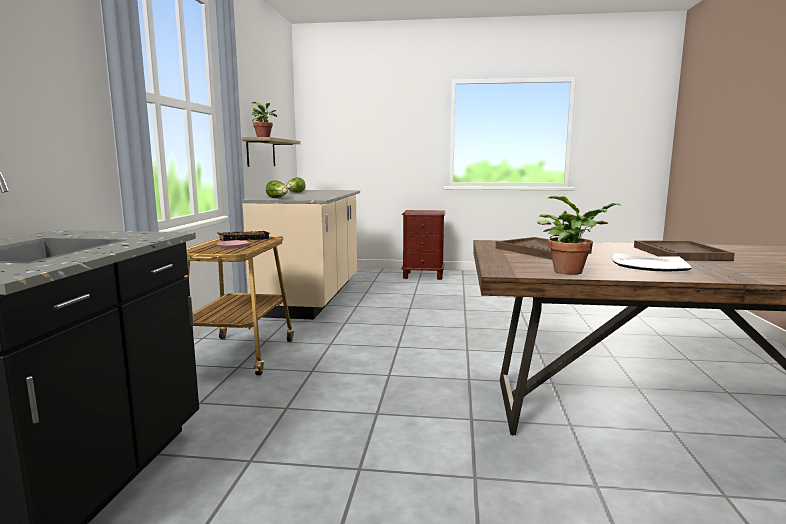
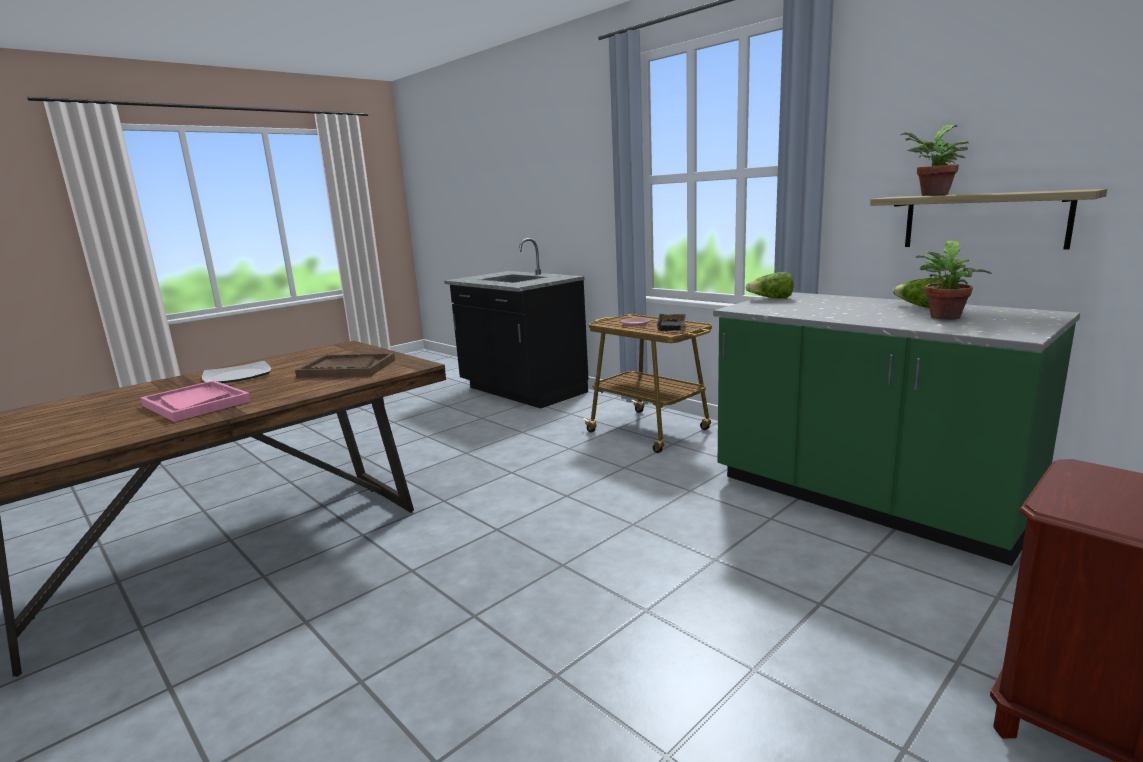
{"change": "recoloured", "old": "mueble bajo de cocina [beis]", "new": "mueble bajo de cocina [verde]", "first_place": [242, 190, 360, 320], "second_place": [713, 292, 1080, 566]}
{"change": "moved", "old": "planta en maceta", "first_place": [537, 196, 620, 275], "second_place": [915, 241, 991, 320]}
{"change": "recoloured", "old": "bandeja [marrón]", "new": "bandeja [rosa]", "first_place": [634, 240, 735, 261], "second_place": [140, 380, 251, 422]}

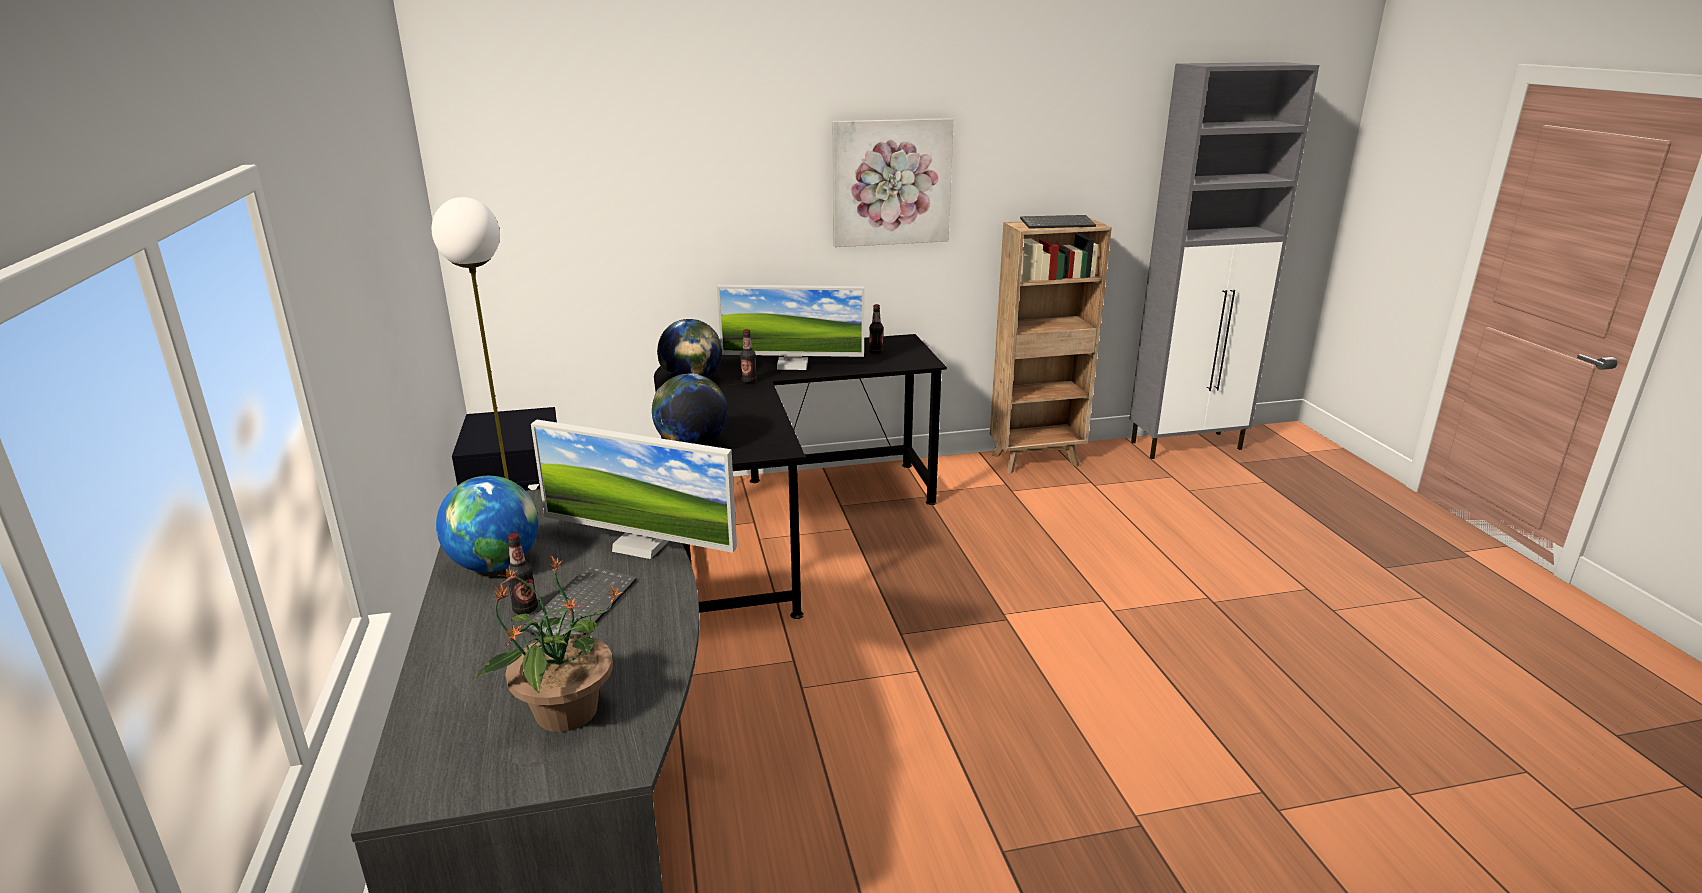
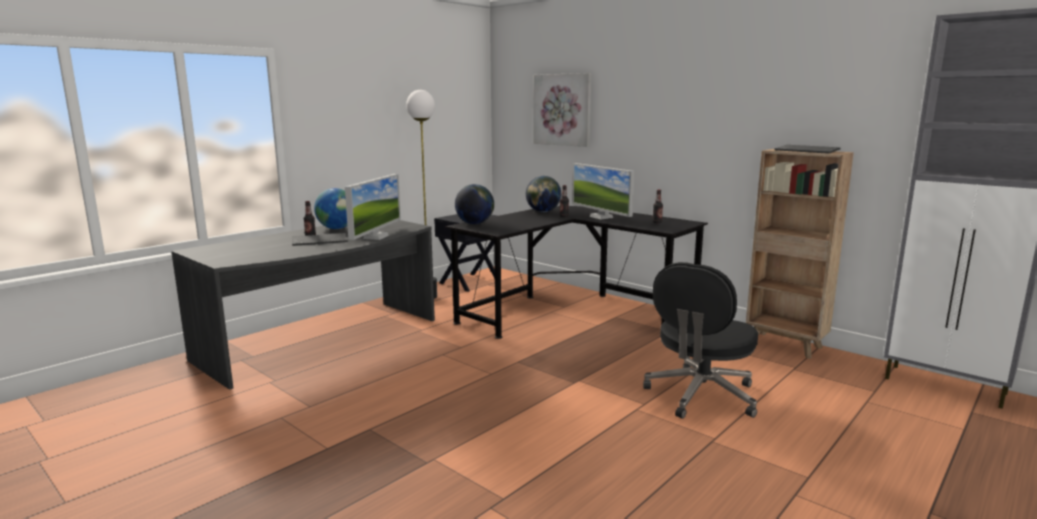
{"change": "removed", "old": "planta en maceta", "first_place": [475, 555, 623, 732]}
{"change": "turned", "old": "monitor", "first_place": [531, 420, 737, 559], "second_place": [345, 174, 401, 240], "degrees": -150}
{"change": "moved", "old": "cuadro", "first_place": [832, 118, 954, 247], "second_place": [533, 73, 591, 147]}
{"change": "added", "new": "silla de oficina [negro]", "second_place": [643, 262, 758, 419]}

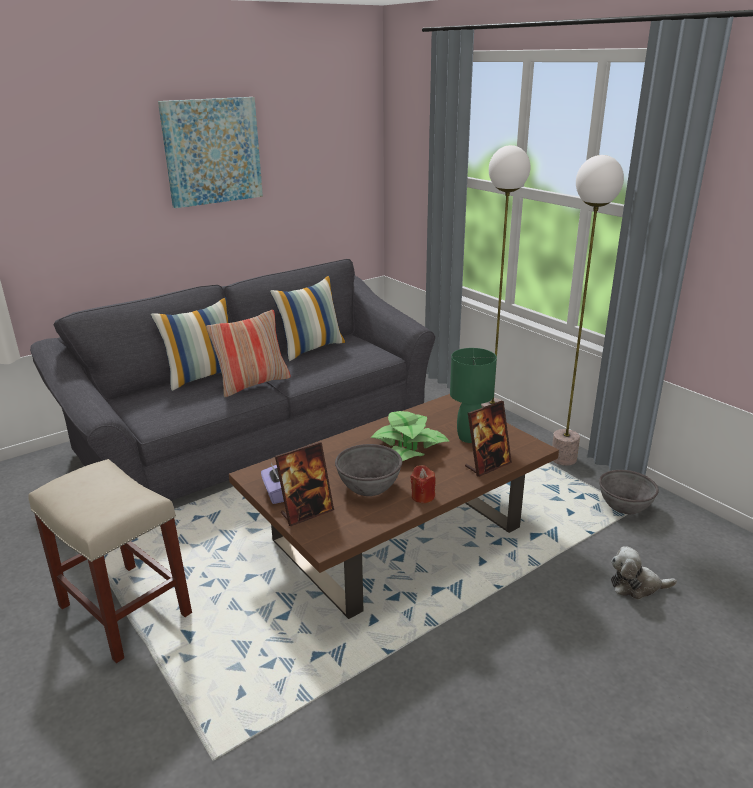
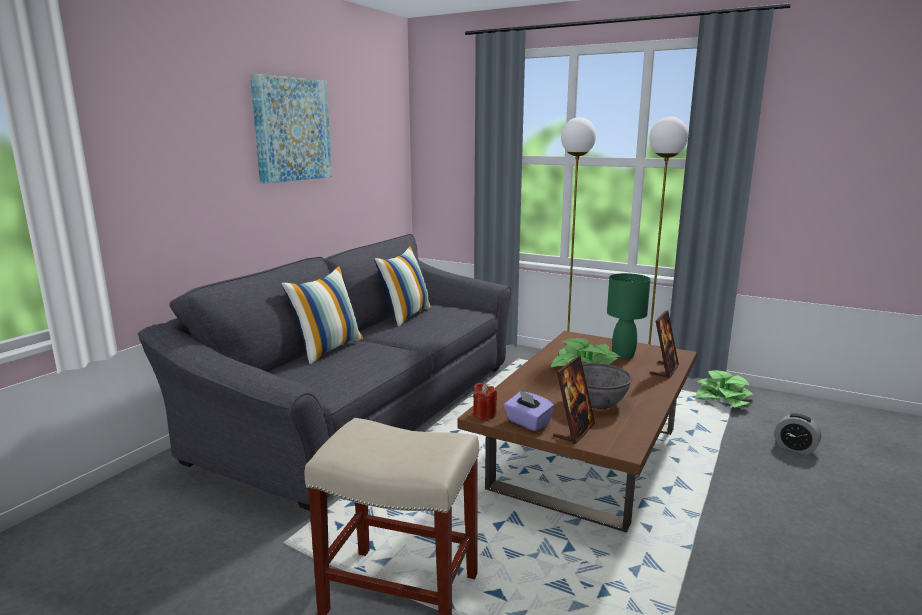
{"change": "removed", "old": "cojín", "first_place": [206, 310, 291, 397]}
{"change": "moved", "old": "vela [rojo]", "first_place": [410, 465, 436, 503], "second_place": [473, 383, 497, 420]}
{"change": "replaced", "old": "cuenco [gris]", "new": "planta en maceta", "first_place": [599, 470, 659, 514], "second_place": [696, 370, 754, 408]}
{"change": "replaced", "old": "peluche", "new": "despertador", "first_place": [611, 546, 677, 600], "second_place": [775, 413, 821, 455]}

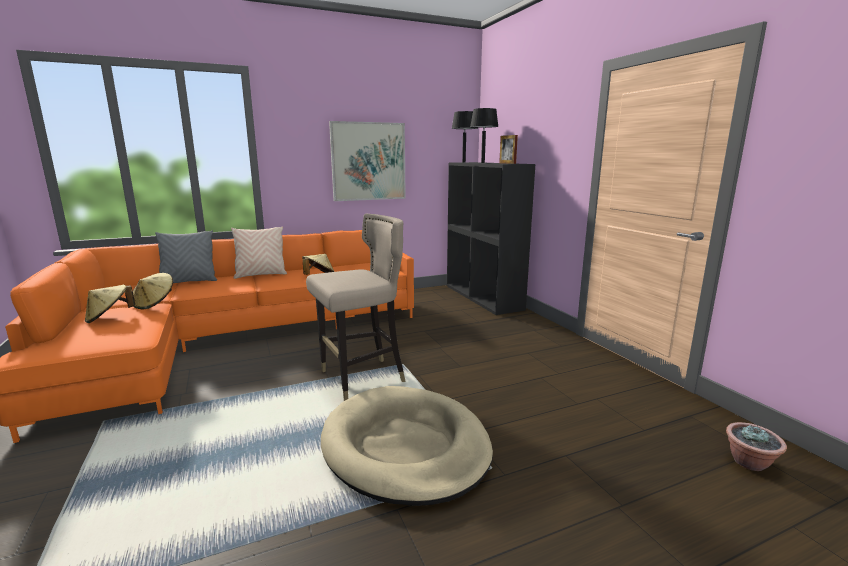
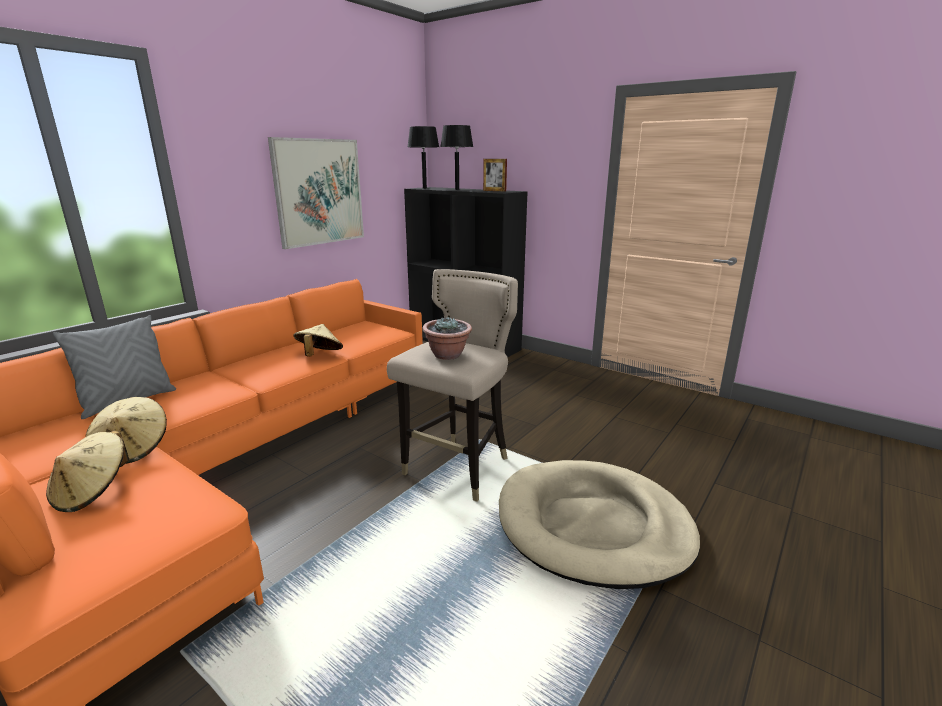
{"change": "removed", "old": "cojín [beis]", "first_place": [231, 226, 287, 279]}
{"change": "moved", "old": "planta en maceta", "first_place": [726, 422, 787, 471], "second_place": [423, 317, 472, 360]}

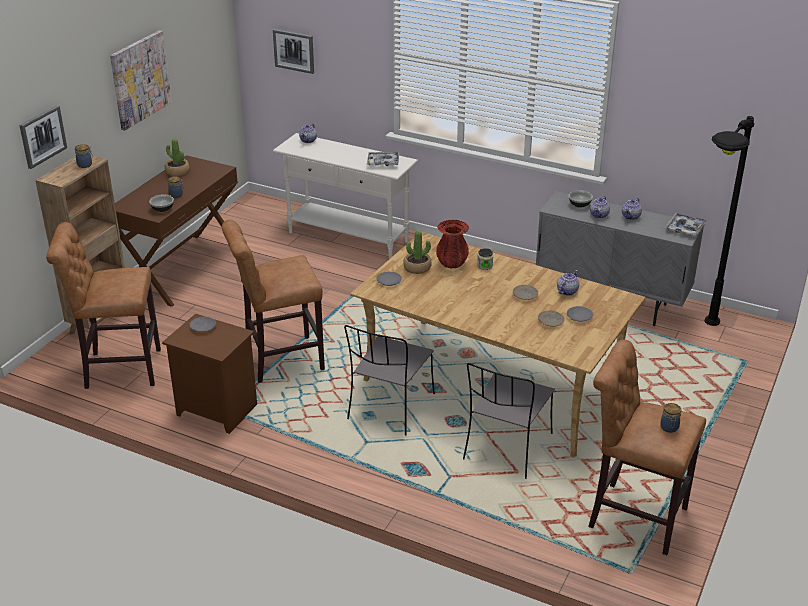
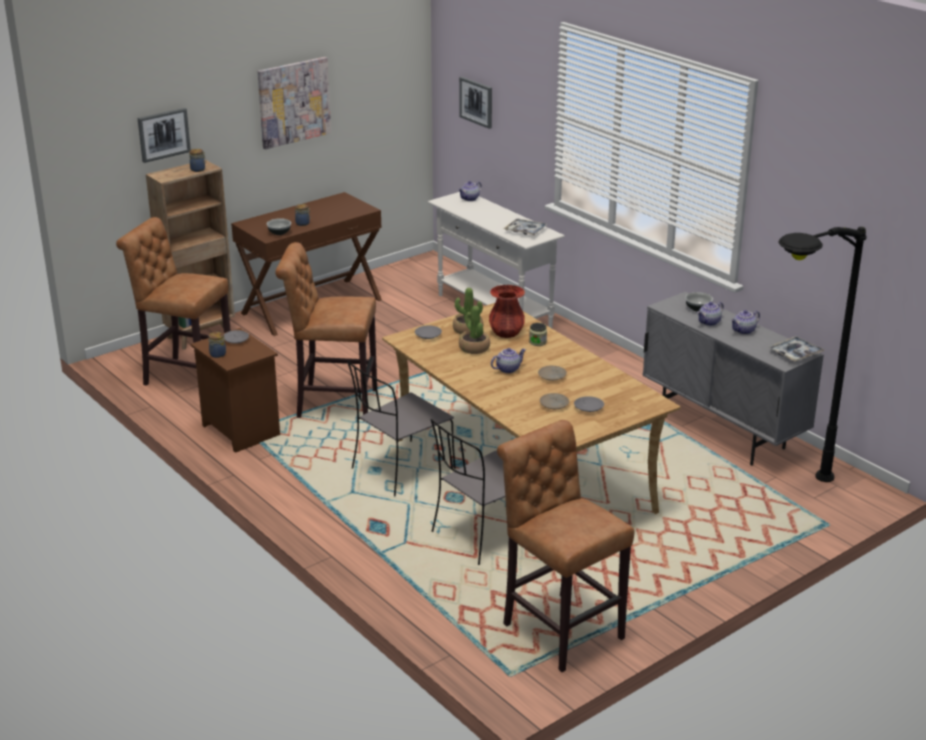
{"change": "moved", "old": "planta en maceta", "first_place": [165, 138, 189, 176], "second_place": [459, 306, 490, 354]}
{"change": "moved", "old": "tetera", "first_place": [557, 270, 579, 295], "second_place": [491, 348, 526, 373]}
{"change": "moved", "old": "tarro", "first_place": [660, 403, 681, 433], "second_place": [208, 332, 226, 358]}

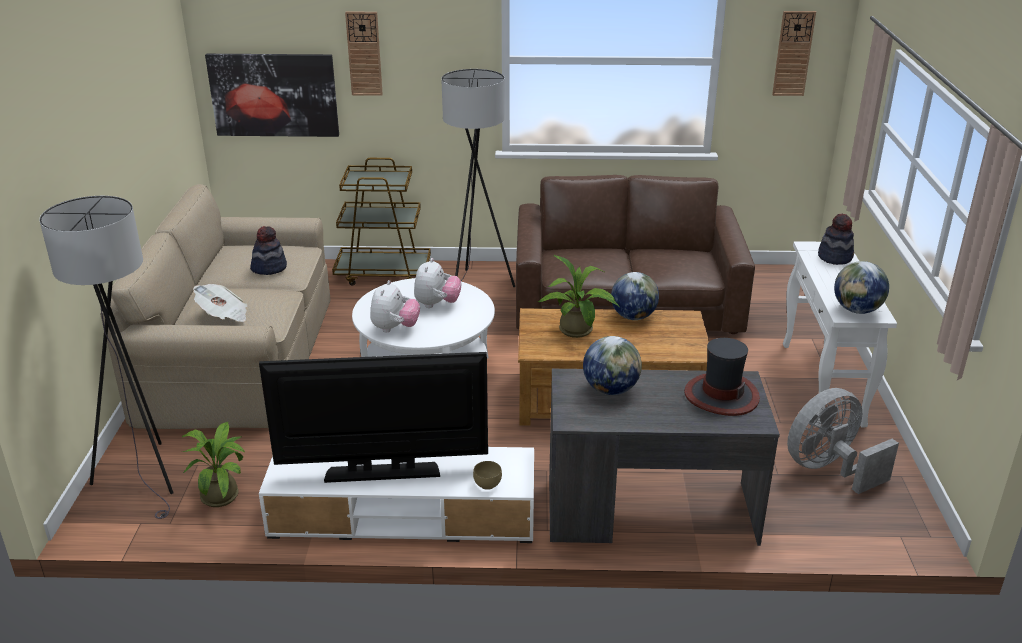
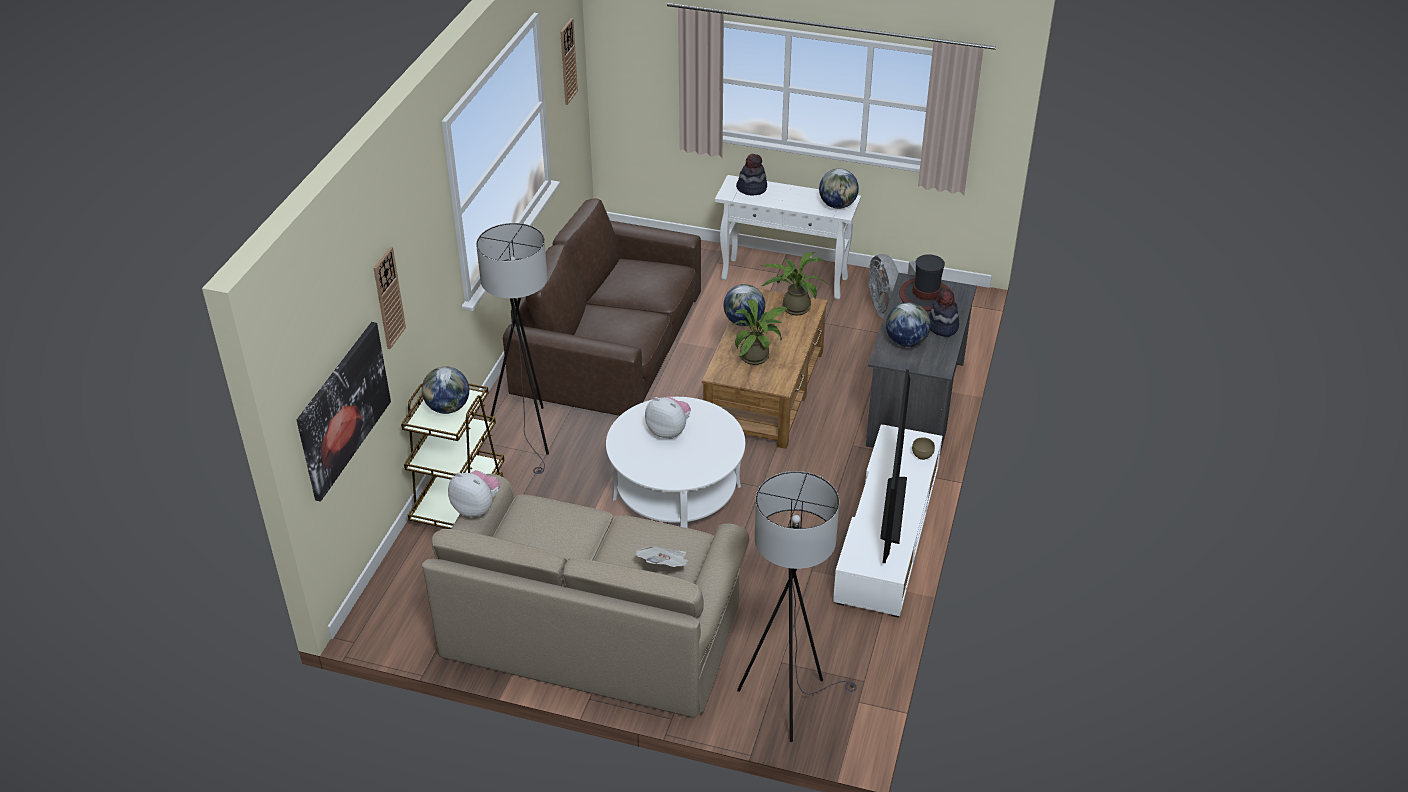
{"change": "moved", "old": "planta en maceta", "first_place": [182, 422, 245, 507], "second_place": [761, 252, 829, 315]}
{"change": "moved", "old": "sombrero", "first_place": [250, 226, 287, 275], "second_place": [929, 289, 959, 337]}
{"change": "moved", "old": "peluche", "first_place": [370, 280, 420, 333], "second_place": [448, 470, 500, 517]}
{"change": "added", "new": "globo terráqueo", "second_place": [422, 366, 469, 414]}

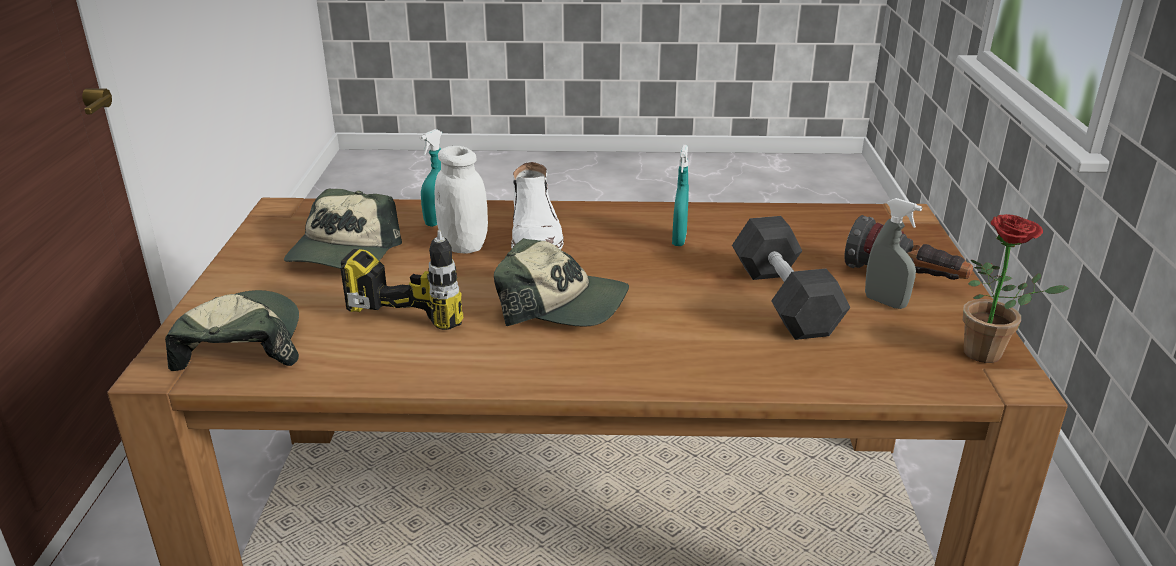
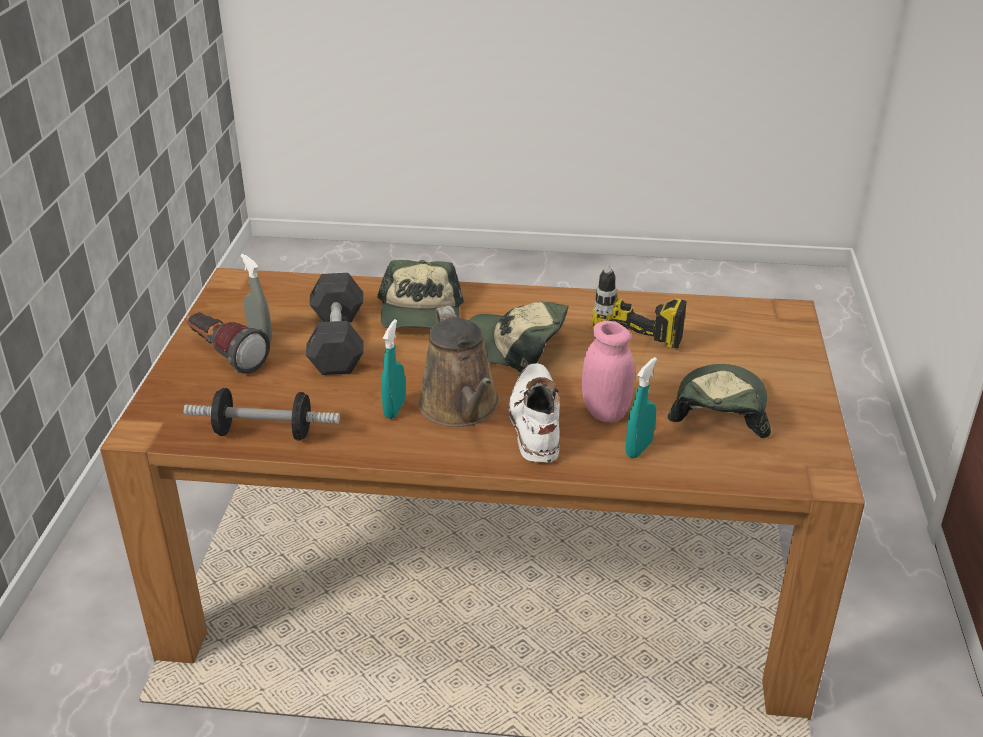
{"change": "moved", "old": "gorra", "first_place": [165, 290, 299, 371], "second_place": [377, 260, 464, 329]}
{"change": "recoloured", "old": "tarro [blanco]", "new": "tarro [rosa]", "first_place": [435, 146, 488, 254], "second_place": [582, 321, 635, 423]}
{"change": "removed", "old": "planta en maceta", "first_place": [963, 214, 1069, 363]}
{"change": "added", "new": "mancuerna", "second_place": [183, 388, 340, 440]}
{"change": "added", "new": "regadera [marrón]", "second_place": [418, 306, 499, 427]}

